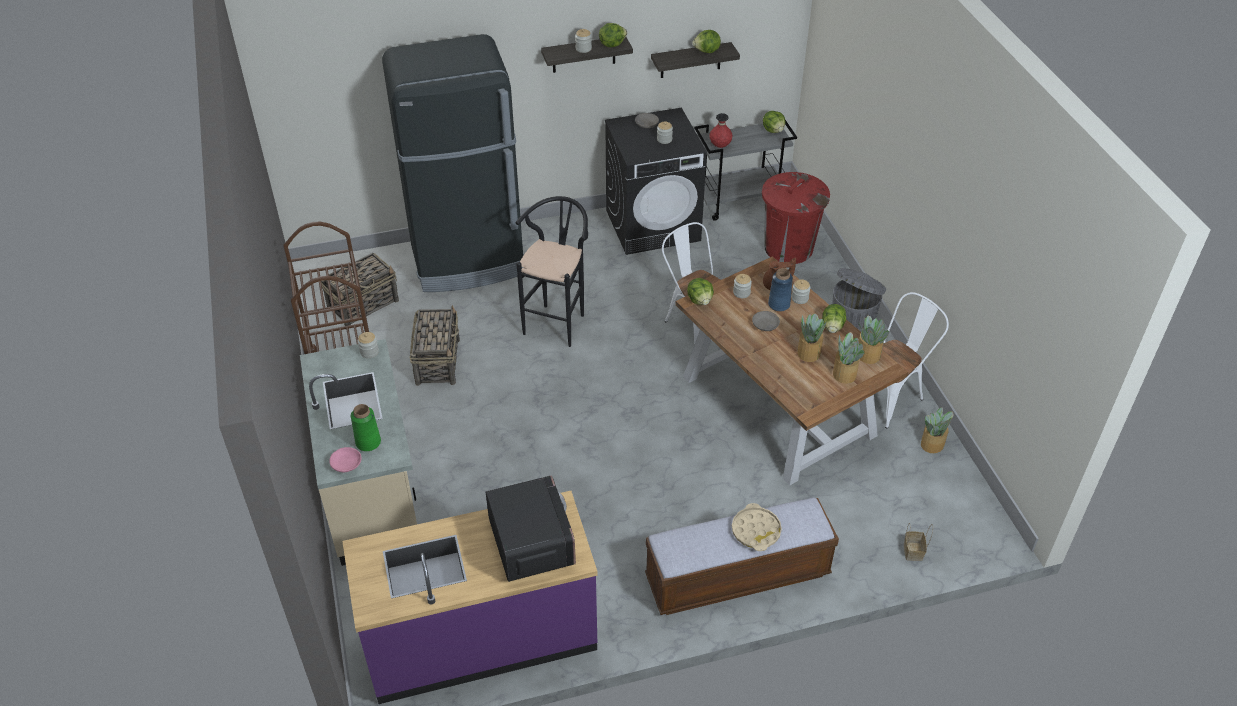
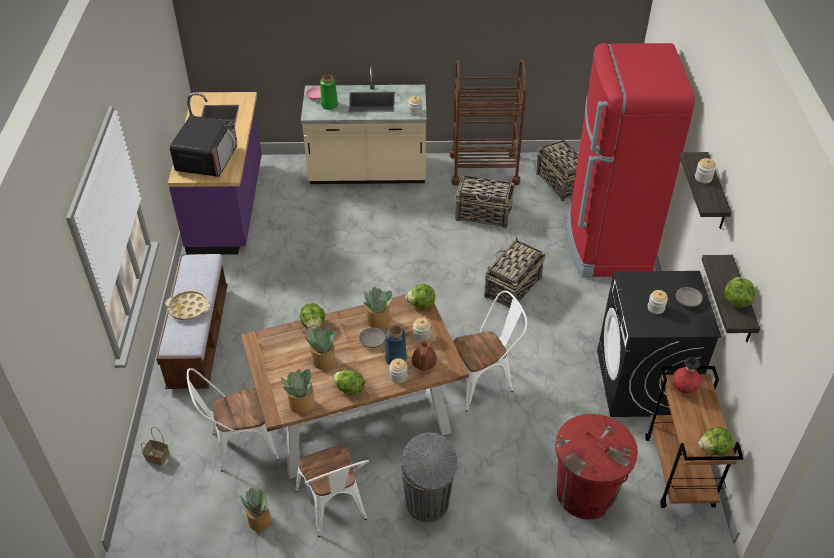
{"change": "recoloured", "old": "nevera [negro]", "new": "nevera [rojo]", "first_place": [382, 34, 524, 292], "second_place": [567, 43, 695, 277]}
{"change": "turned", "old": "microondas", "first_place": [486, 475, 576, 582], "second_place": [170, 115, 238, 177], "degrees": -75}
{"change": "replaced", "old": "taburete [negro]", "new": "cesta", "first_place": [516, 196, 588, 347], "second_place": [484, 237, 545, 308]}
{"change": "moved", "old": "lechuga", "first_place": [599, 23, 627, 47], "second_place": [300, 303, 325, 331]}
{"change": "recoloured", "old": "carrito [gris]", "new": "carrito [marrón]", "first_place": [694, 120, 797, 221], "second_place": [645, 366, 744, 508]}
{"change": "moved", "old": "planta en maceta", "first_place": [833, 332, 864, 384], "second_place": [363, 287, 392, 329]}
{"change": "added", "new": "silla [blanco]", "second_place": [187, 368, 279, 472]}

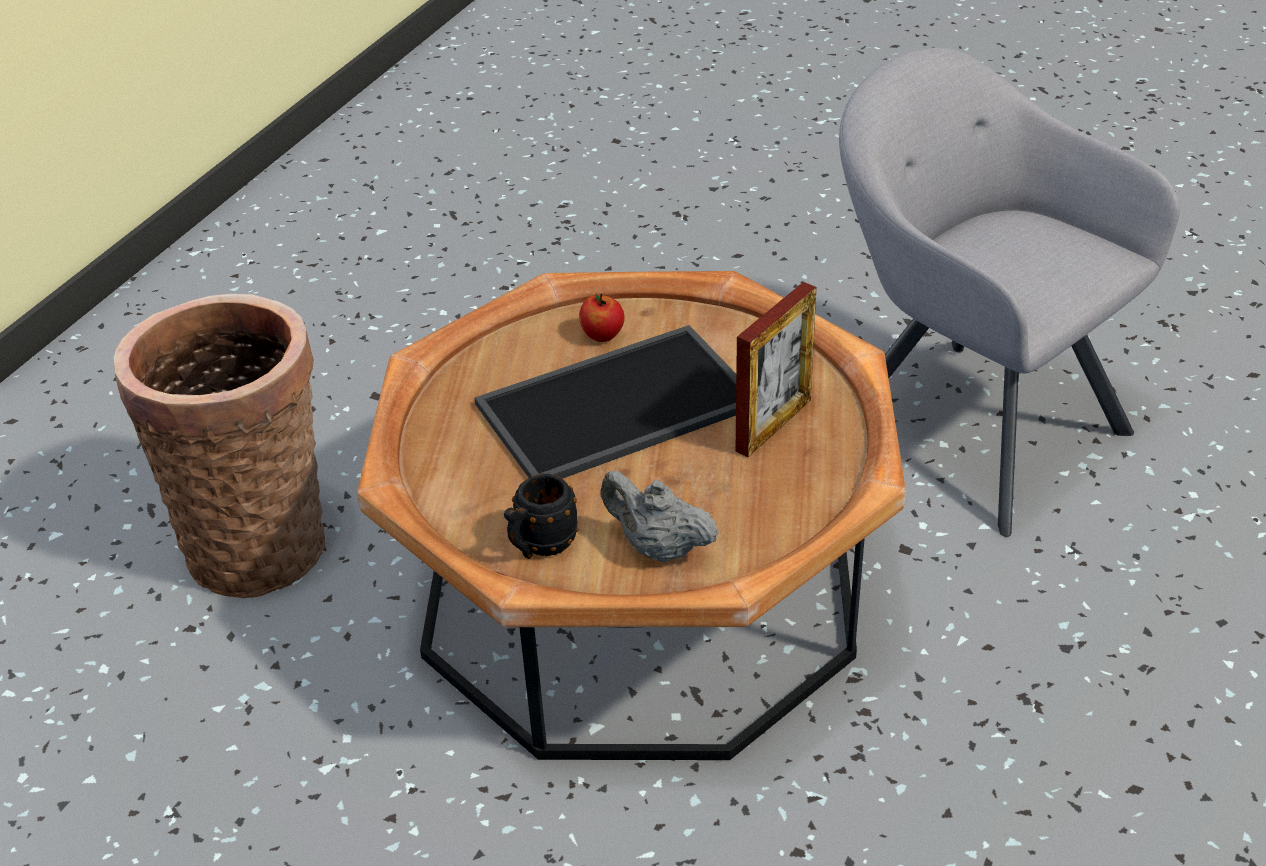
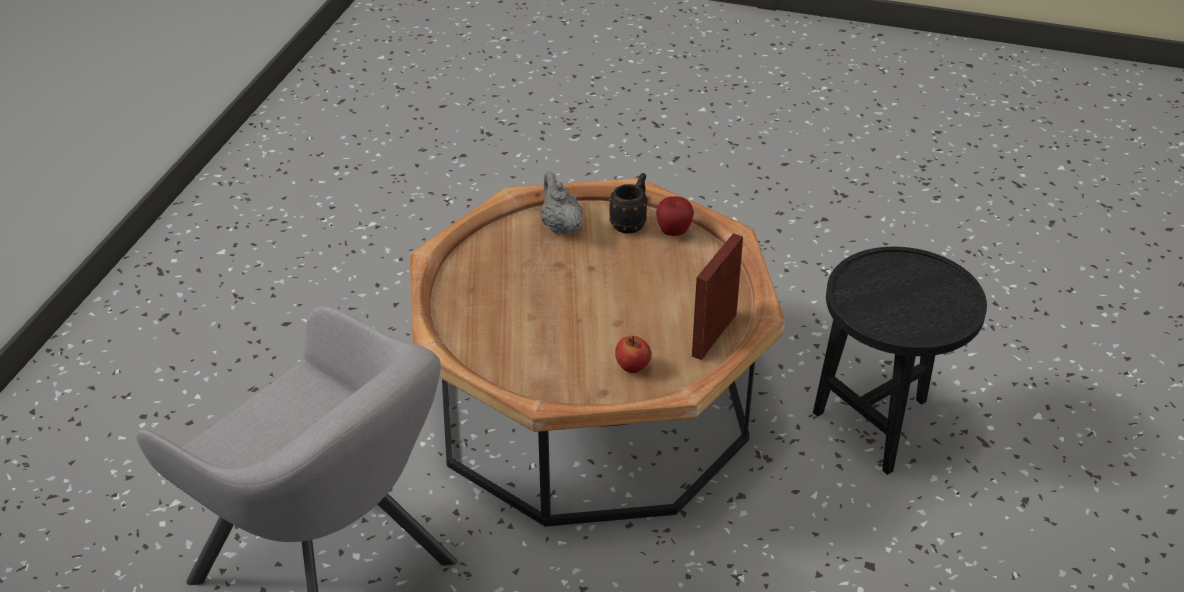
{"change": "replaced", "old": "cesta", "new": "mesa auxiliar [negro]", "first_place": [114, 294, 325, 598], "second_place": [813, 247, 987, 475]}
{"change": "removed", "old": "bandeja", "first_place": [475, 325, 736, 479]}
{"change": "turned", "old": "tetera [gris]", "first_place": [601, 471, 719, 563], "second_place": [540, 171, 583, 235], "degrees": -135}
{"change": "moved", "old": "portarretratos", "first_place": [736, 282, 816, 457], "second_place": [692, 233, 743, 360]}
{"change": "added", "new": "manzana", "second_place": [656, 196, 694, 236]}

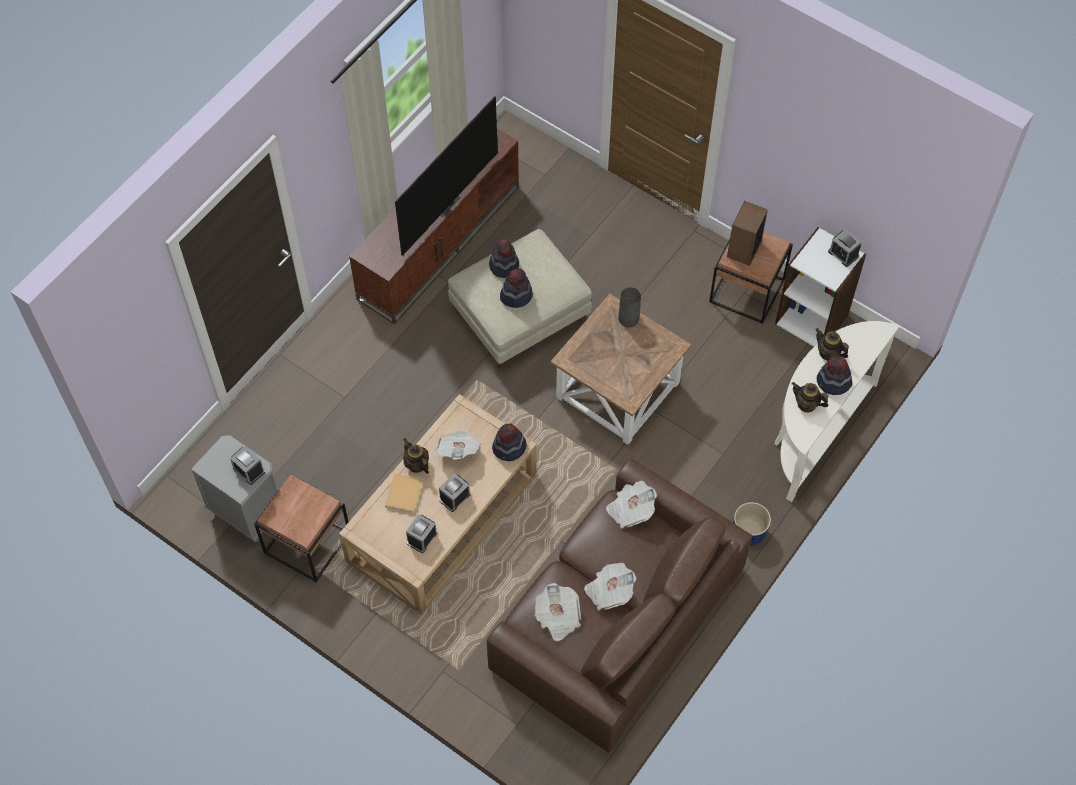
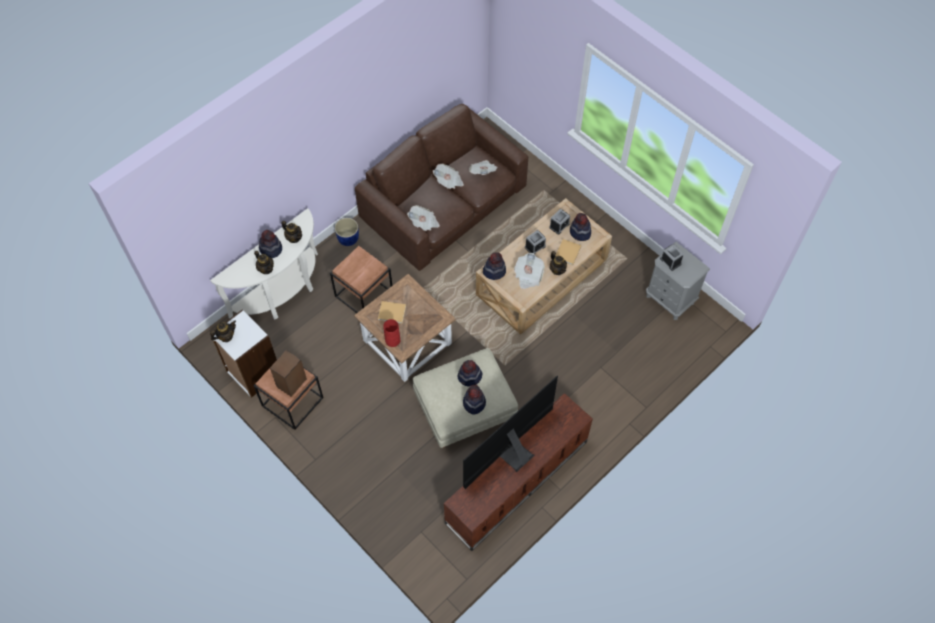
{"change": "moved", "old": "mesa auxiliar [marrón]", "first_place": [254, 474, 348, 582], "second_place": [330, 246, 392, 313]}
{"change": "recoloured", "old": "florero [gris]", "new": "florero [rojo]", "first_place": [618, 287, 641, 327], "second_place": [383, 319, 401, 347]}
{"change": "replaced", "old": "despertador", "new": "tetera", "first_place": [828, 229, 861, 267], "second_place": [210, 320, 236, 342]}
{"change": "added", "new": "libro [beis]", "second_place": [378, 301, 406, 323]}
{"change": "added", "new": "sombrero", "second_place": [570, 213, 591, 241]}

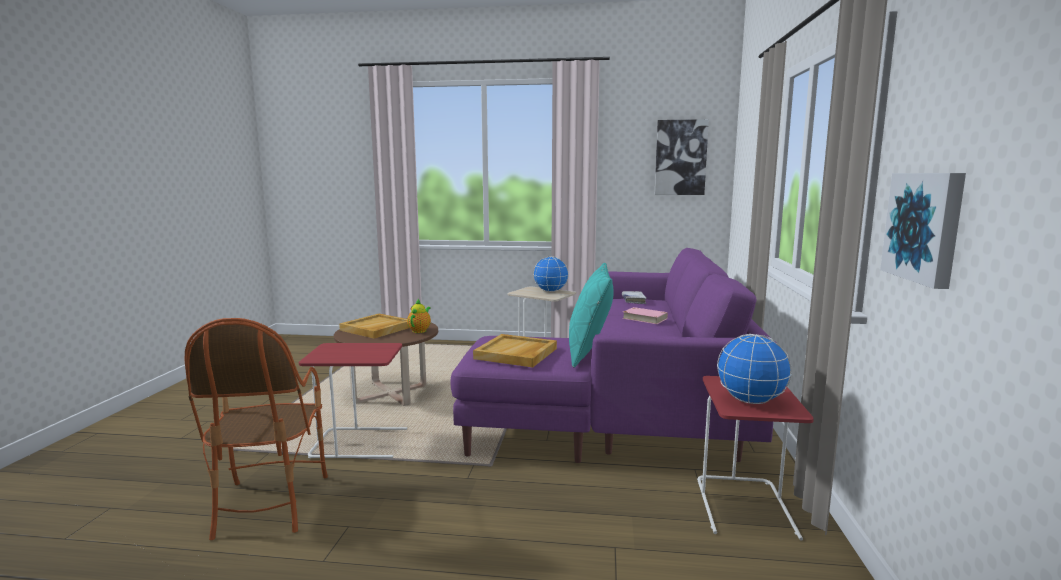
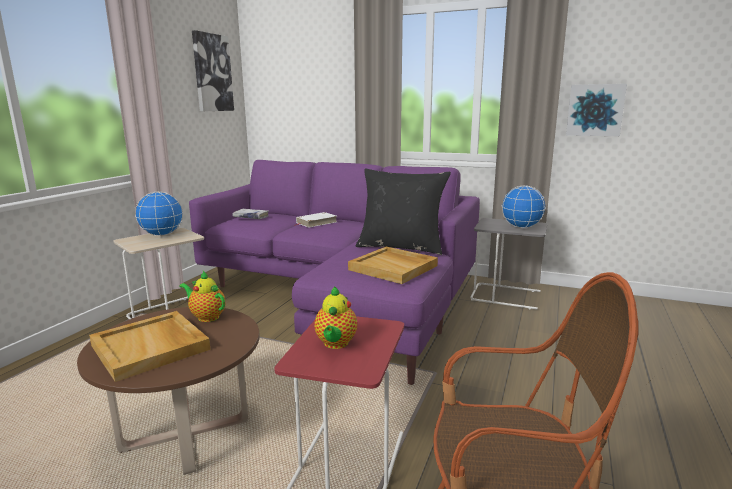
{"change": "recoloured", "old": "cojín [turquesa]", "new": "cojín [negro]", "first_place": [569, 263, 614, 368], "second_place": [356, 169, 451, 255]}
{"change": "recoloured", "old": "libro [rosa]", "new": "libro [blanco]", "first_place": [622, 307, 668, 324], "second_place": [296, 212, 337, 228]}
{"change": "recoloured", "old": "mesa auxiliar [rojo]", "new": "mesa auxiliar [gris]", "first_place": [697, 376, 814, 540], "second_place": [470, 218, 547, 310]}
{"change": "added", "new": "tetera", "second_place": [314, 286, 357, 349]}

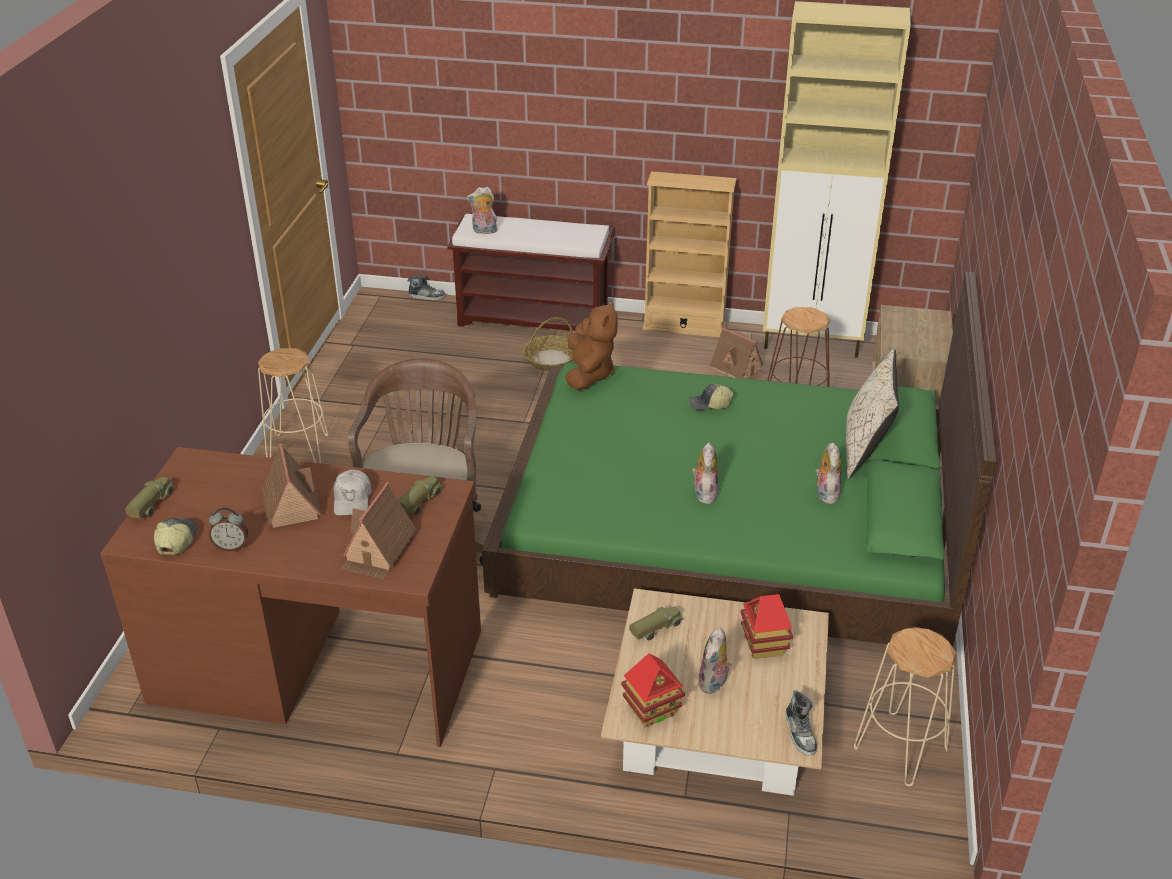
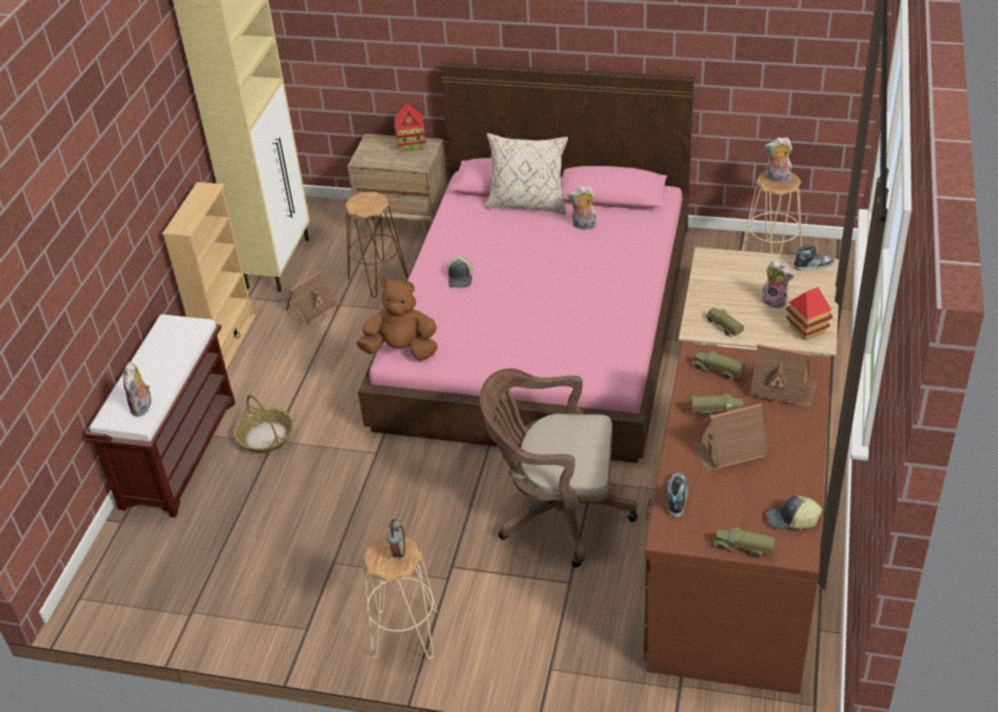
{"change": "moved", "old": "despertador", "first_place": [209, 507, 248, 552], "second_place": [387, 518, 405, 560]}
{"change": "replaced", "old": "gorra [blanco]", "new": "camión de juguete", "first_place": [333, 470, 371, 516], "second_place": [691, 394, 744, 418]}
{"change": "moved", "old": "zapato", "first_place": [407, 275, 446, 300], "second_place": [667, 472, 688, 517]}
{"change": "recoloured", "old": "cama [verde]", "new": "cama [rosa]", "first_place": [482, 271, 997, 647], "second_place": [358, 62, 694, 463]}
{"change": "moved", "old": "peluche", "first_place": [692, 443, 718, 504], "second_place": [764, 137, 792, 182]}
{"change": "moved", "old": "casita", "first_place": [741, 594, 793, 659], "second_place": [394, 103, 426, 152]}

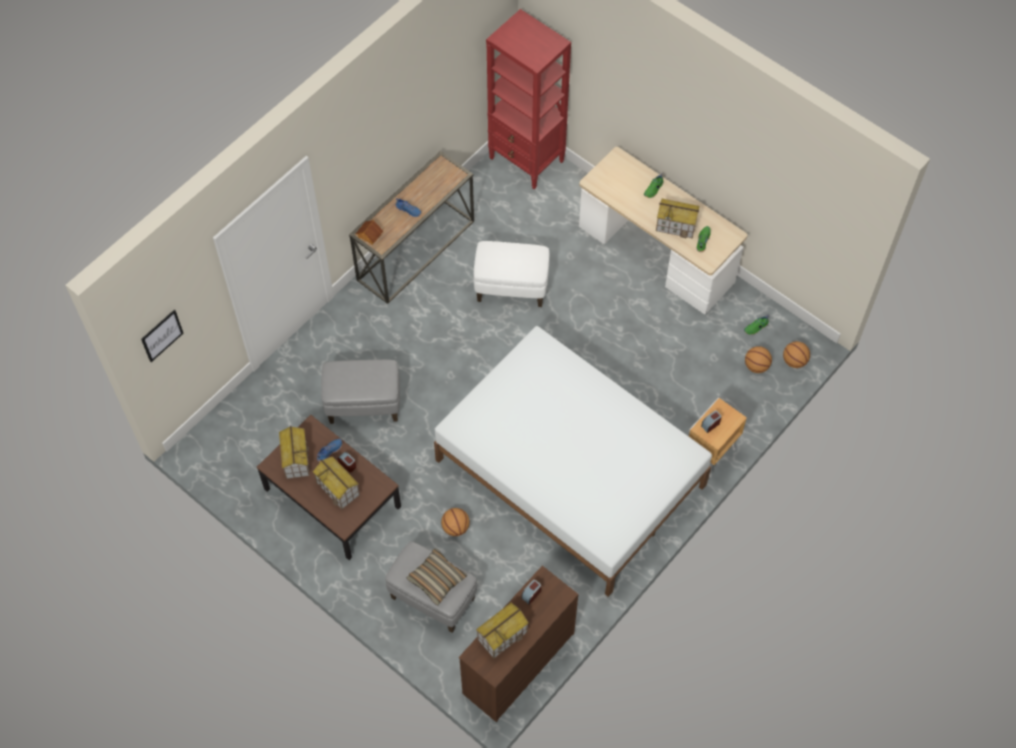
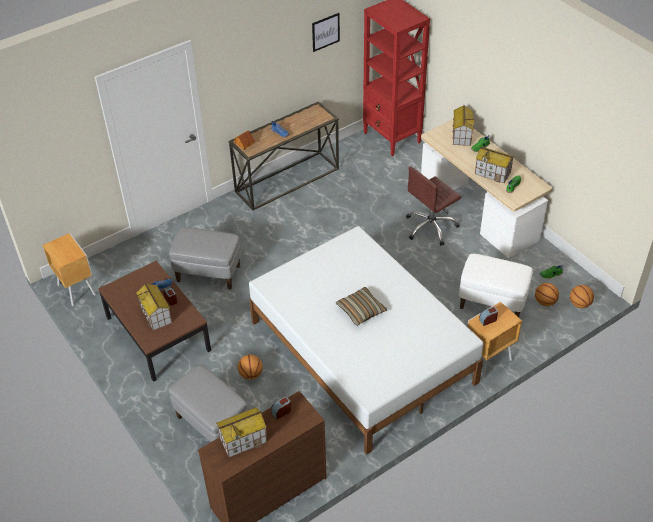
{"change": "moved", "old": "cuadro", "first_place": [141, 310, 183, 362], "second_place": [312, 13, 340, 52]}
{"change": "moved", "old": "casita", "first_place": [279, 426, 310, 479], "second_place": [452, 105, 475, 146]}
{"change": "moved", "old": "cojín", "first_place": [407, 548, 467, 606], "second_place": [336, 287, 387, 326]}
{"change": "moved", "old": "puf [blanco]", "first_place": [474, 241, 549, 307], "second_place": [459, 253, 533, 317]}
{"change": "added", "new": "mesita de noche [marrón]", "second_place": [43, 233, 96, 306]}
{"change": "added", "new": "silla de oficina [marrón]", "second_place": [406, 166, 461, 246]}

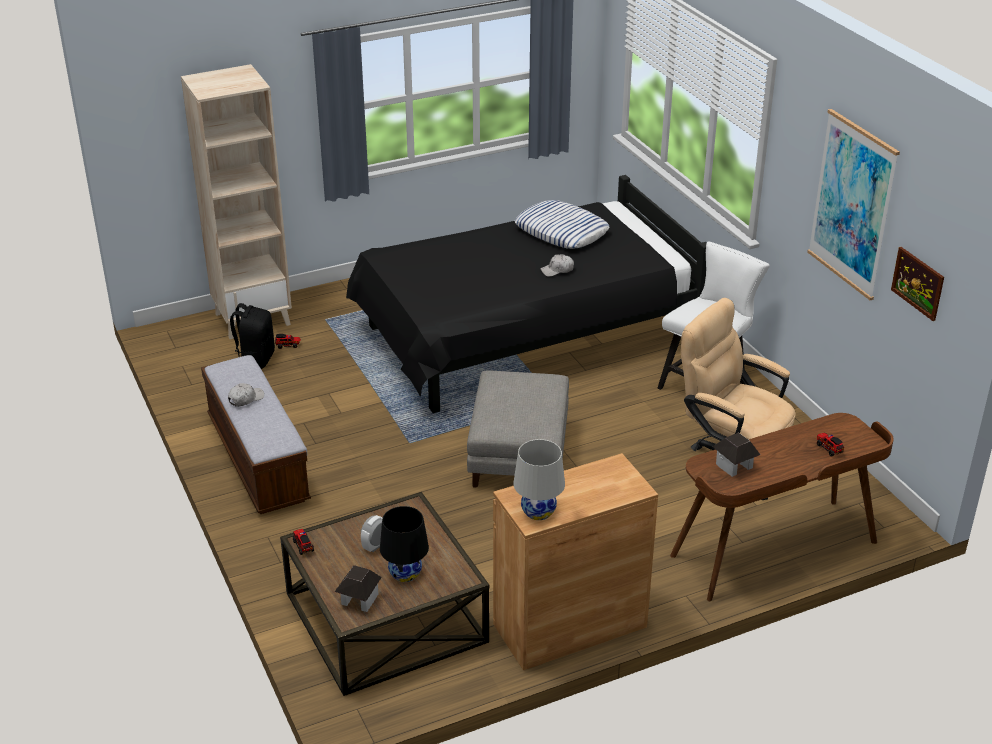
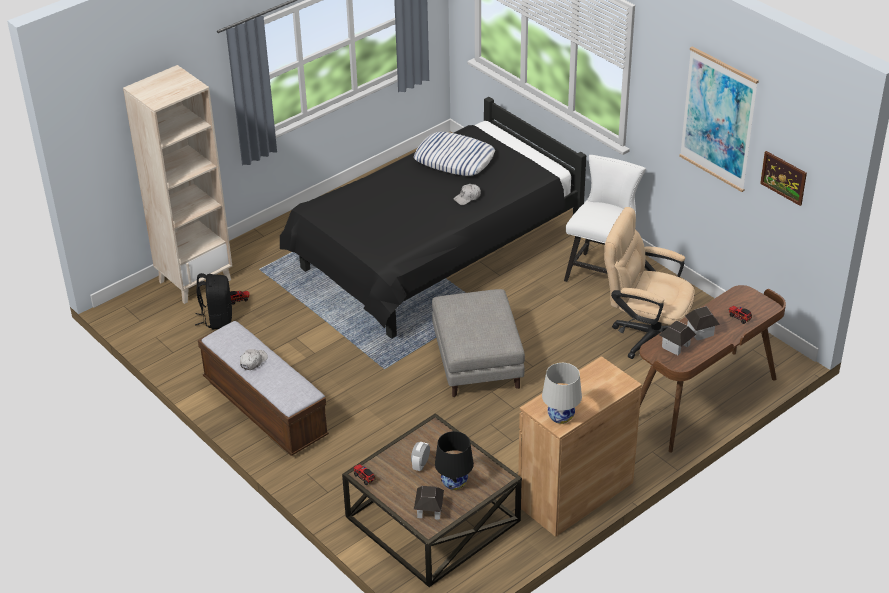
{"change": "added", "new": "casita", "second_place": [685, 306, 720, 340]}

